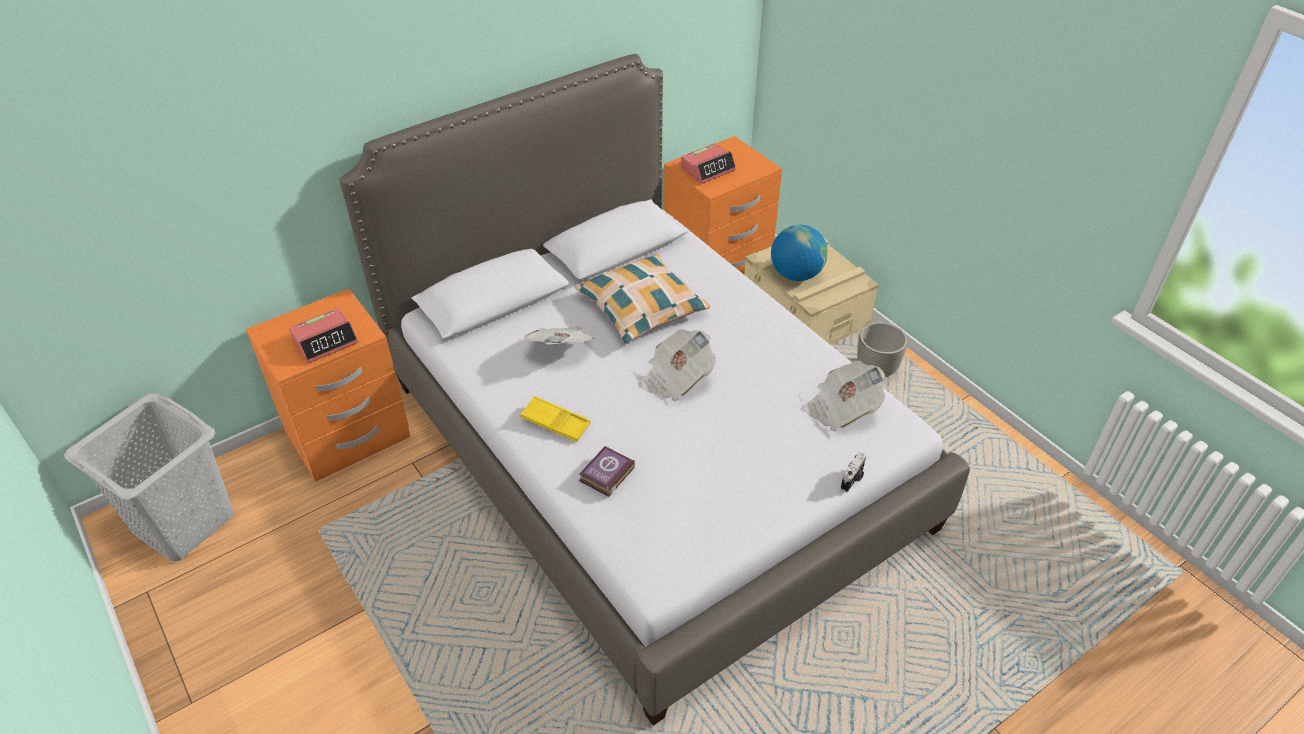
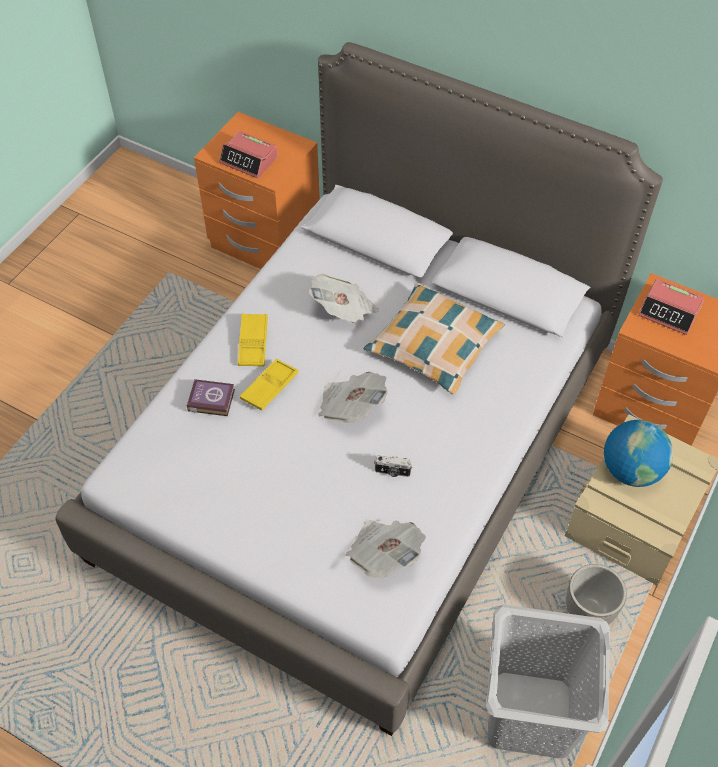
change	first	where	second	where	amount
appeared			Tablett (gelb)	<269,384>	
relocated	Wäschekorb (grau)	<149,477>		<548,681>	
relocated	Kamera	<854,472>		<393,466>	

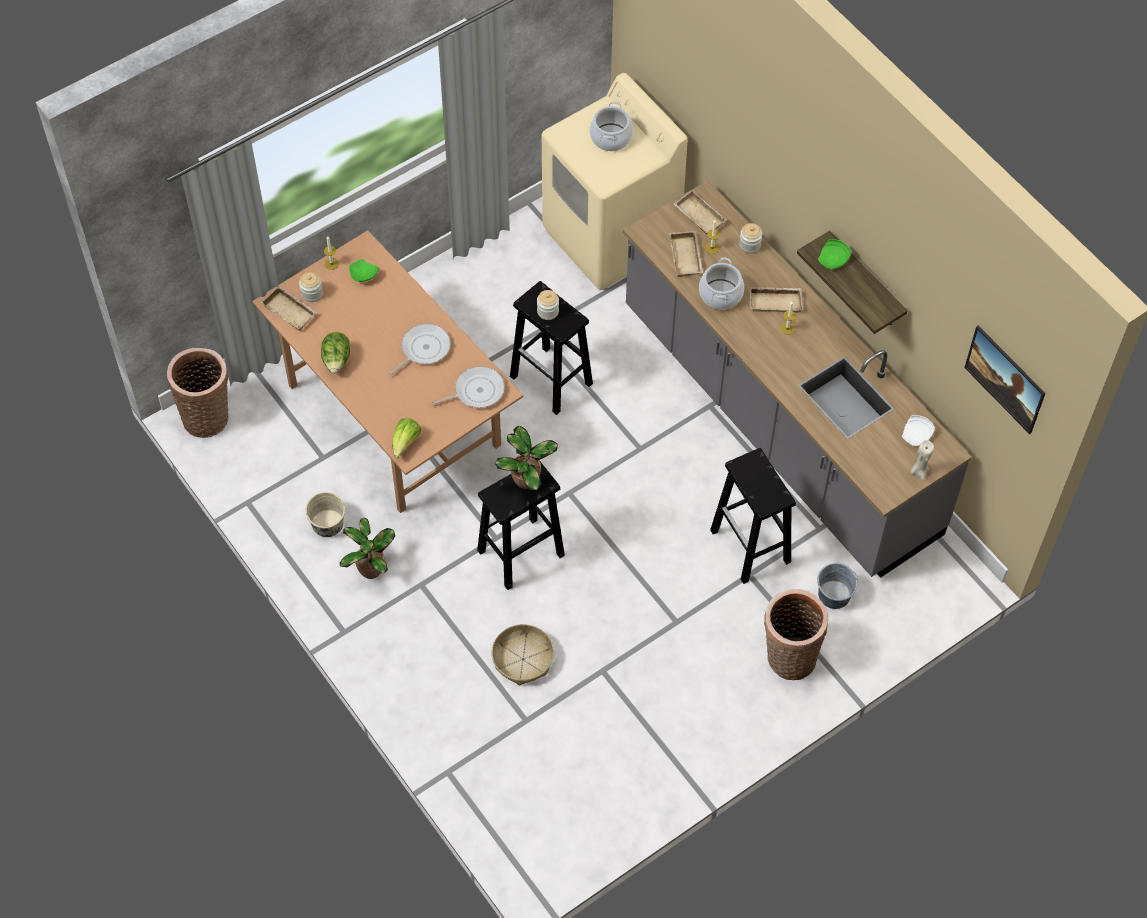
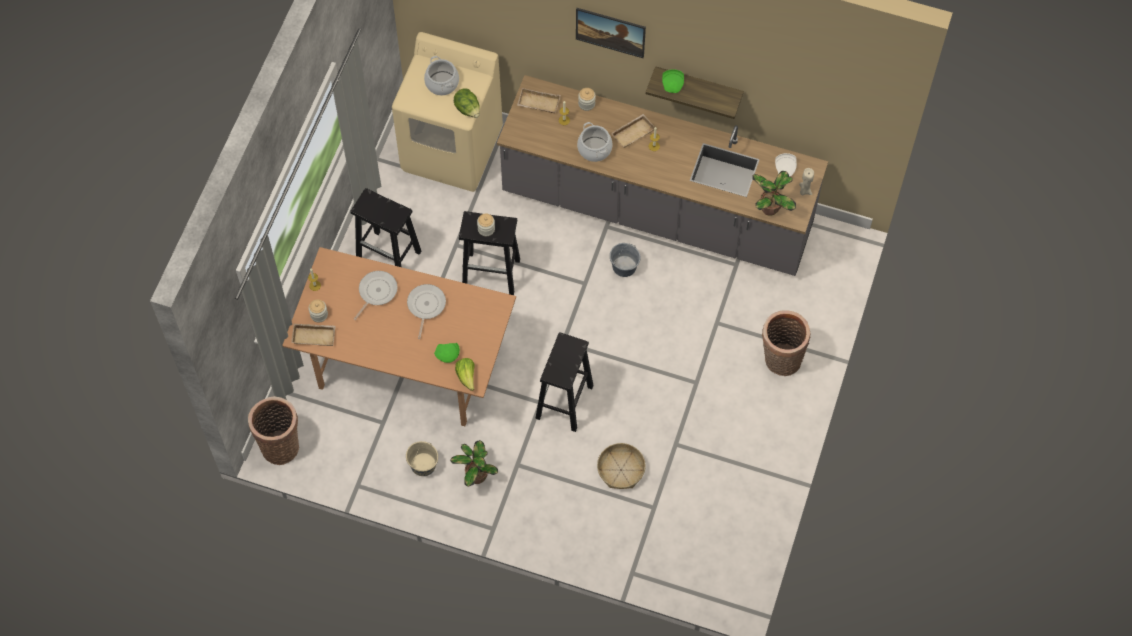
change	first	where	second	where	amount
missing	Tablett (beige)	<686,254>			
relocated	Salatkopf	<335,353>		<467,103>	
relocated	Teller (grün)	<364,270>		<447,353>	
relocated	Pfanne	<467,387>		<376,295>	
relocated	Topfpflanze	<526,458>		<774,193>	
relocated	Hocker (schwarz)	<753,516>		<385,227>	
relocated	Eimer (grau)	<837,586>		<625,260>	
relocated	Bild	<1004,380>		<611,33>	

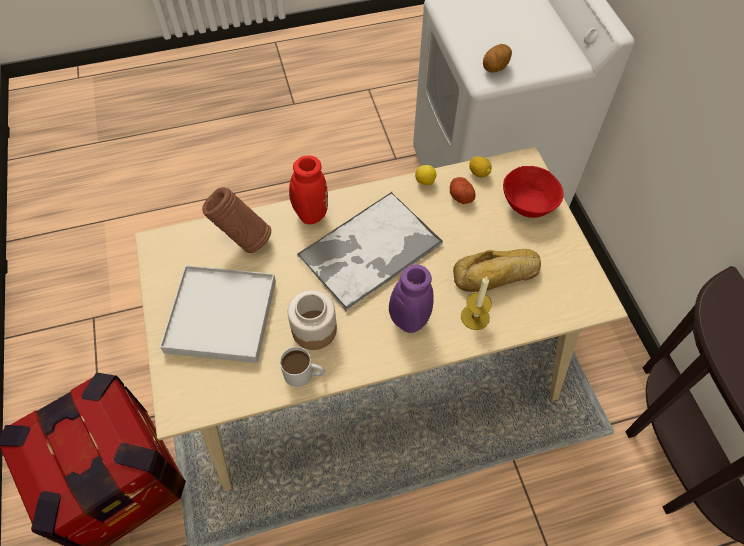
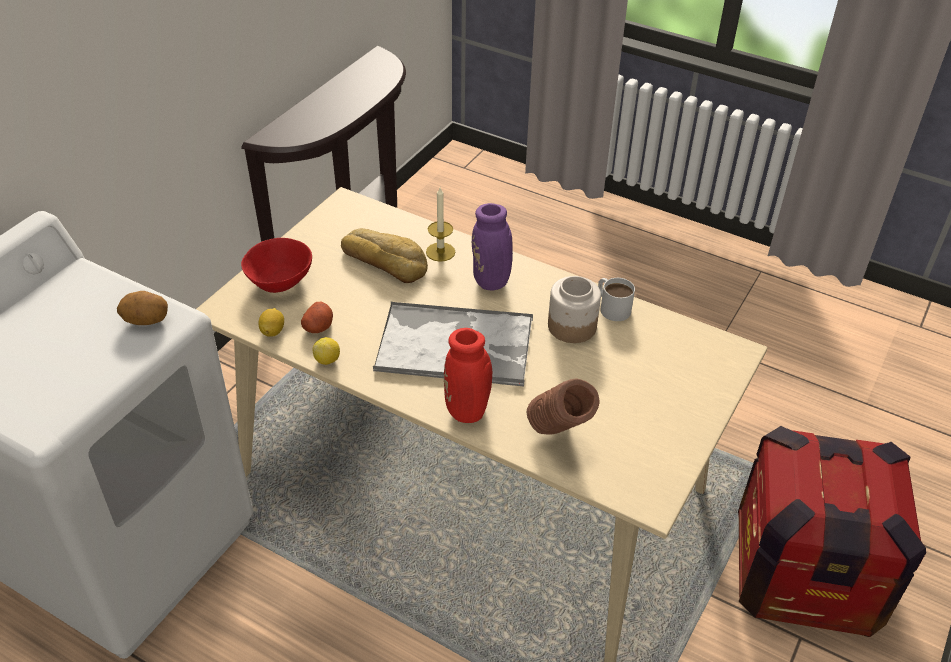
change	first	where	second	where	amount
missing	Tablett (weiß)	<218,314>			

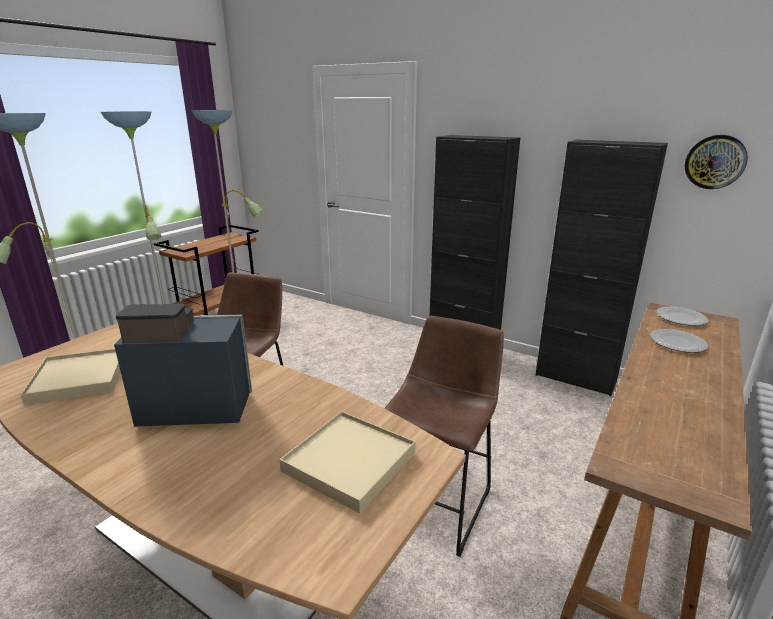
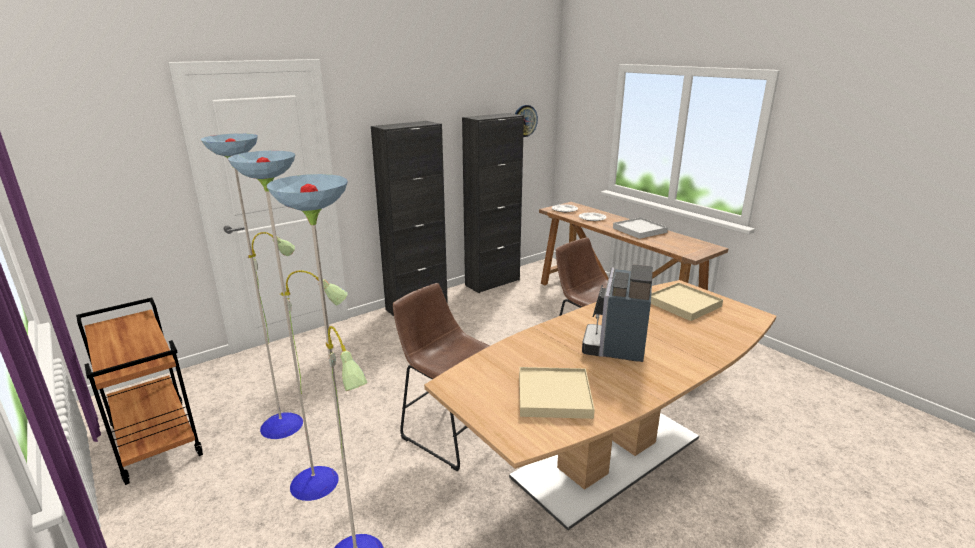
change	first	where	second	where	amount
appeared			Tablett (weiß)	<640,228>	

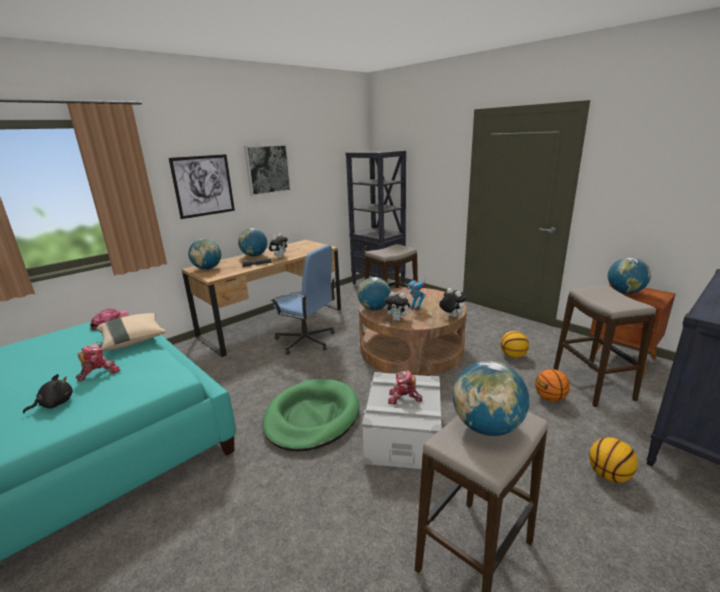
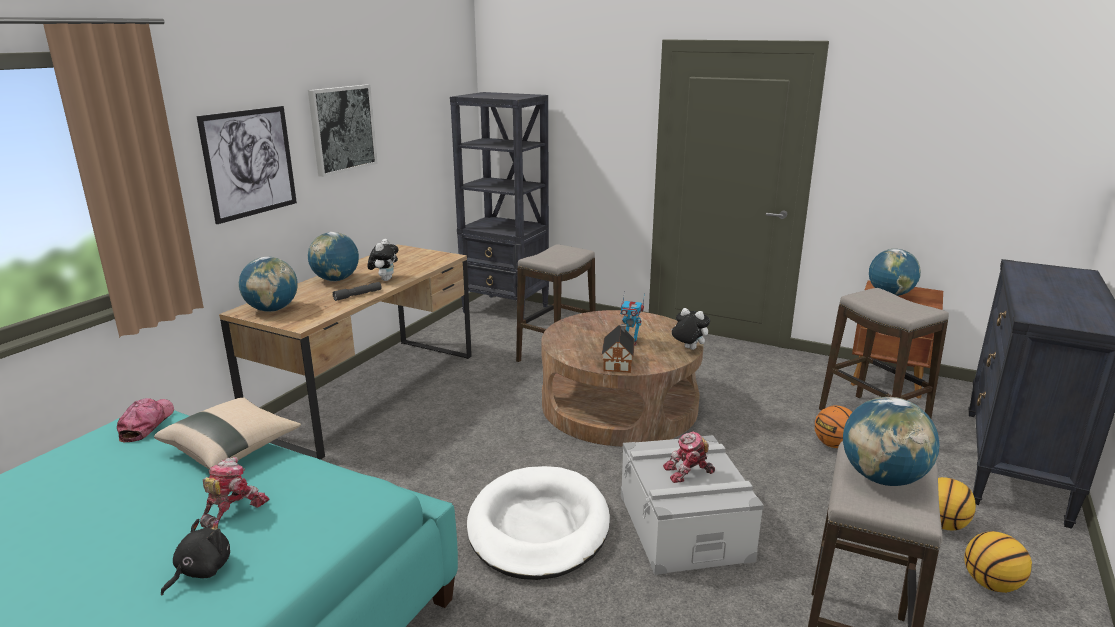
change	first	where	second	where	amount
missing	Bürostuhl (blau)	<303,300>			
missing	Globus	<374,293>			
relocated	Basketball	<515,344>		<998,562>	
exchanged	Plüschtier	<398,306>	Spielzeughaus	<618,348>	
colour	Hundebett (grün)	<310,415>	Hundebett (weiß)	<538,523>	

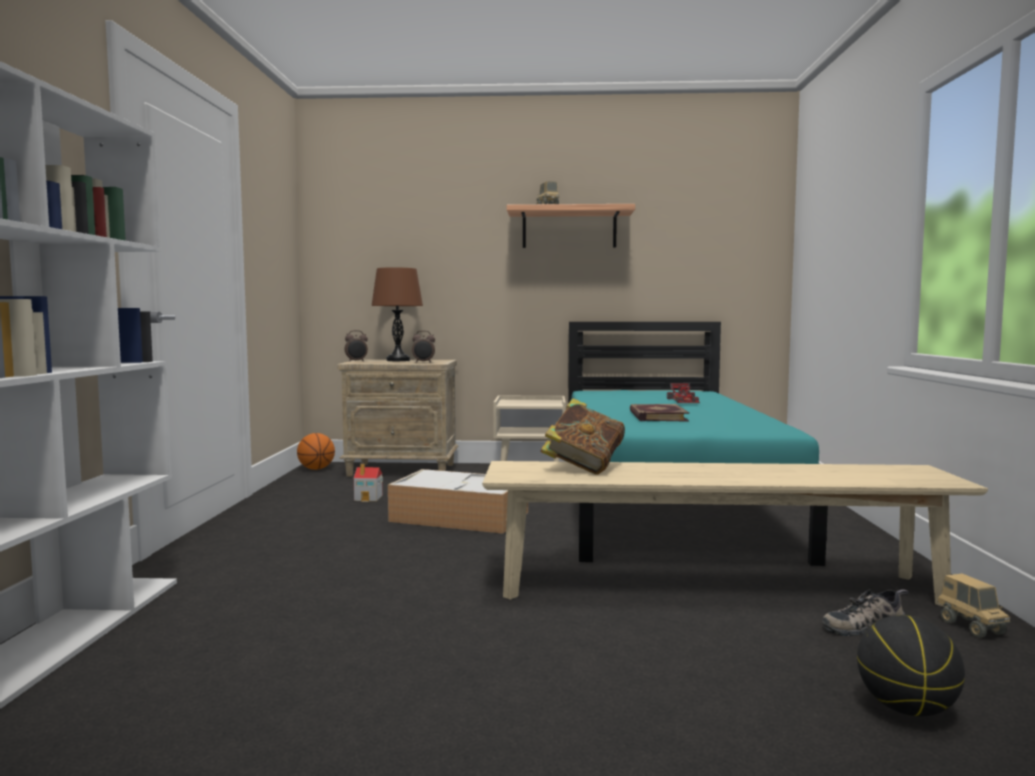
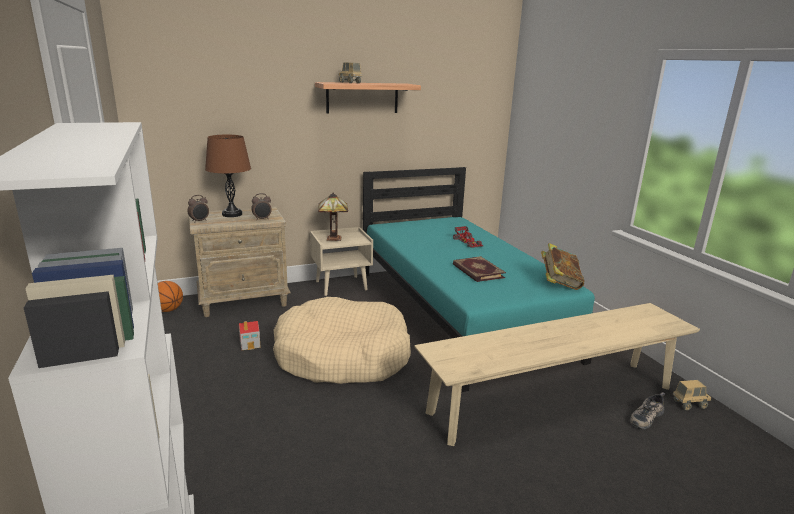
change	first	where	second	where	amount
missing	Basketball	<911,666>			
appeared			Tischlampe	<333,217>	
relocated	Buch	<582,436>		<563,266>	
exchanged	Aufbewahrungsbox	<458,501>	Hundebett (beige)	<342,340>	
spun	Spielzeuglaster	<974,606>		<692,395>	60 degrees counterclockwise

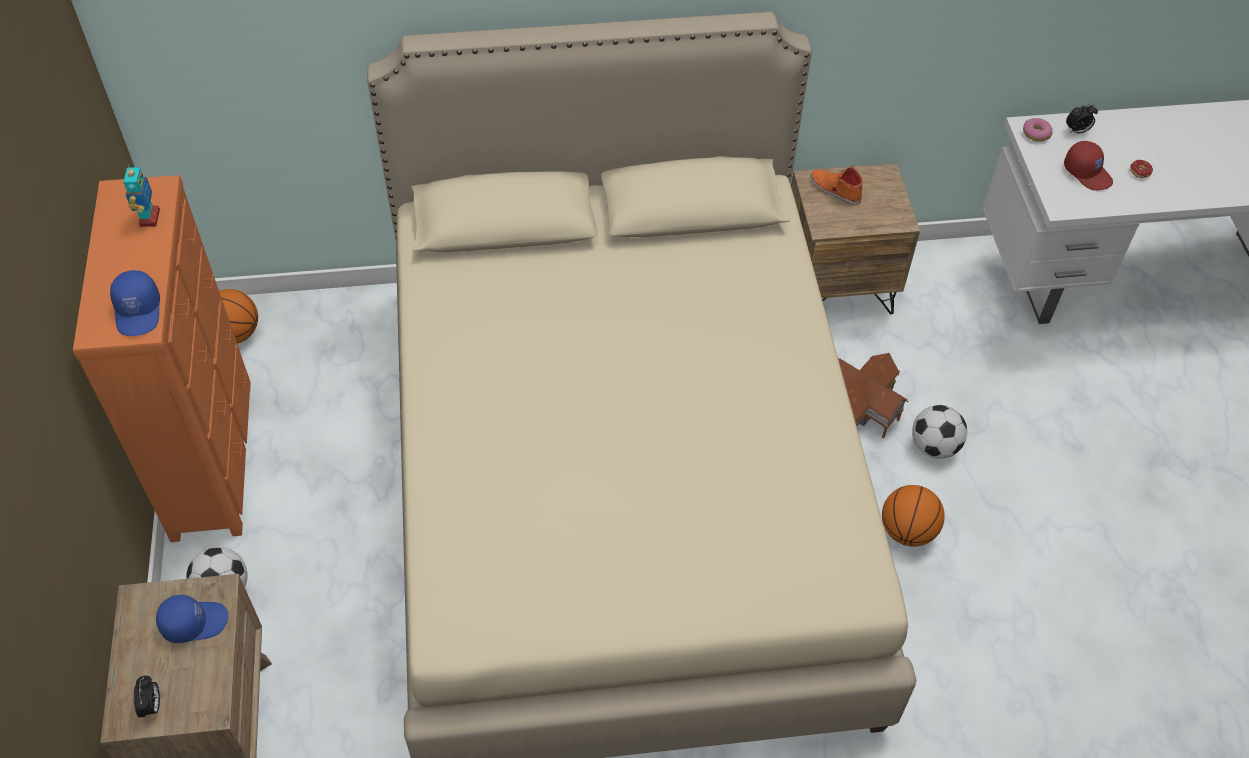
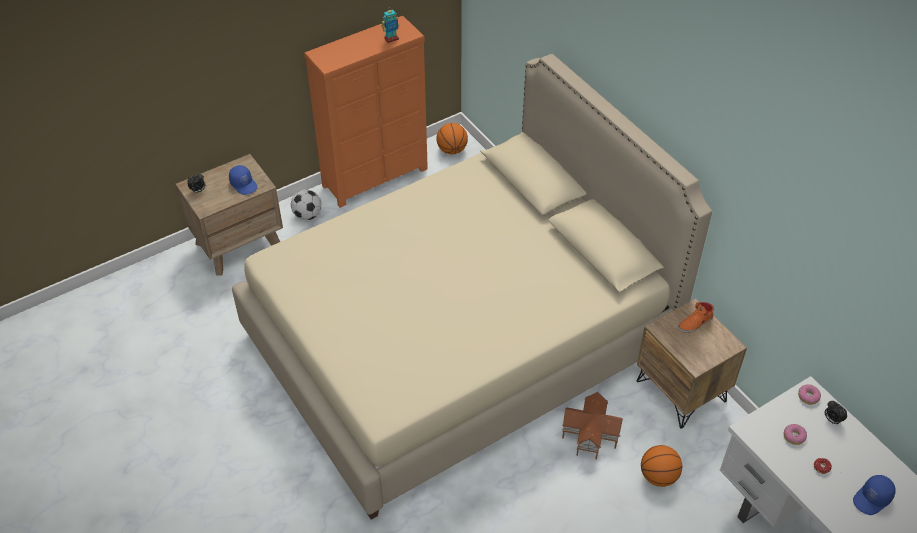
change	first	where	second	where	amount
missing	Fußball	<939,432>			
relocated	Kappe (blau)	<135,303>		<874,495>	
relocated	Basketball	<913,516>		<661,466>	
exchanged	Kappe (rot)	<1088,166>	Donut	<795,434>	
spun	Schuh (orange)	<836,185>		<696,317>	135 degrees counterclockwise

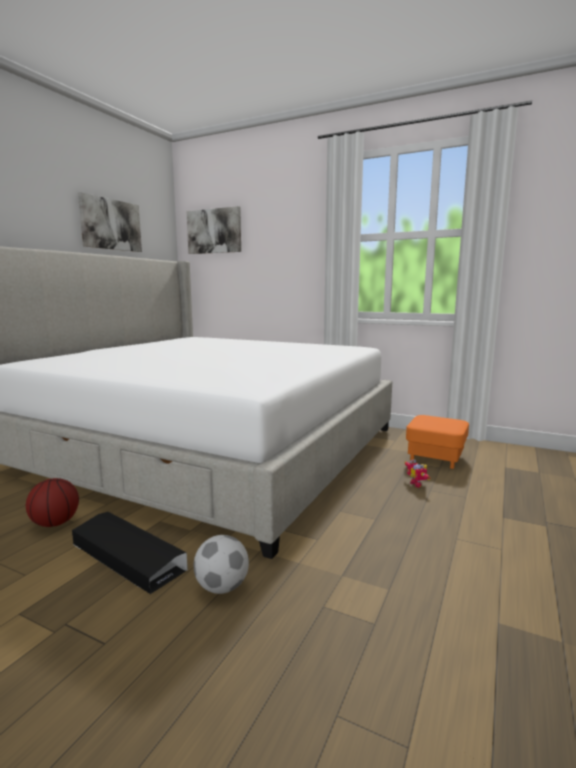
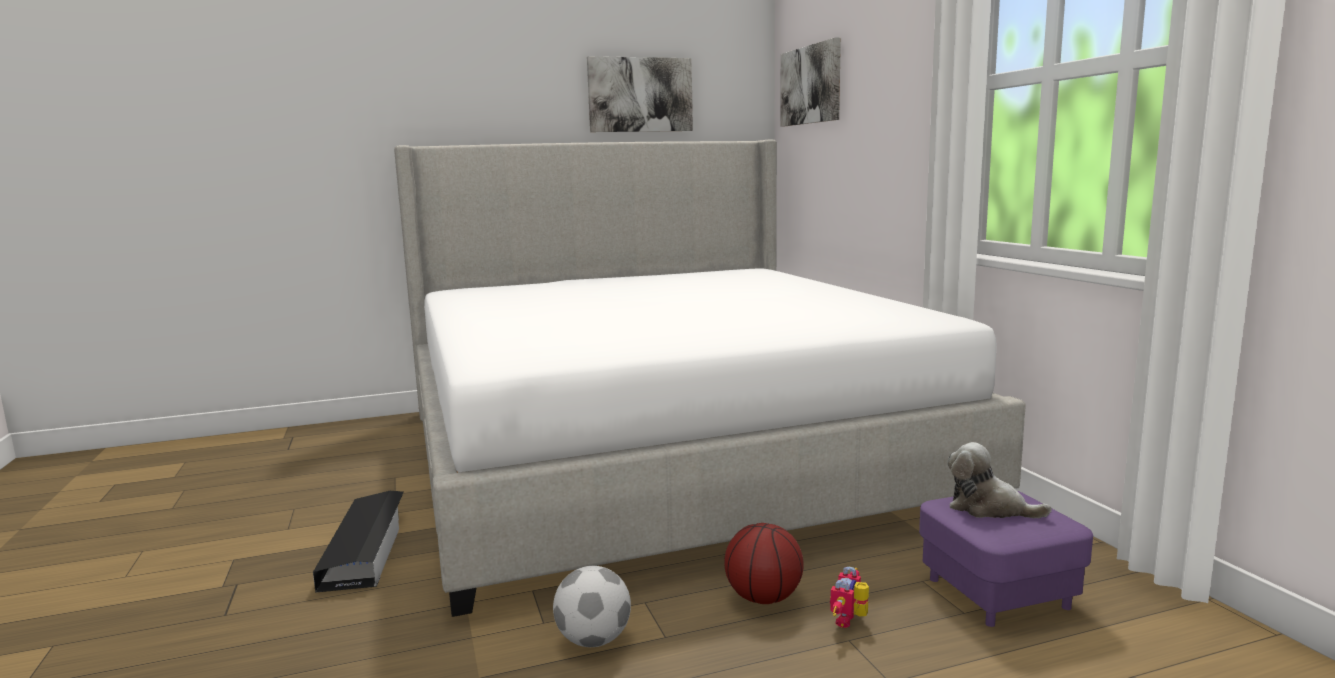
change	first	where	second	where	amount
appeared			Plüschtier	<999,480>	
relocated	Basketball	<52,502>		<764,563>	
relocated	Fußball	<221,564>		<592,606>	
colour	Polsterhocker (orange)	<437,442>	Polsterhocker (lila)	<1006,559>	

